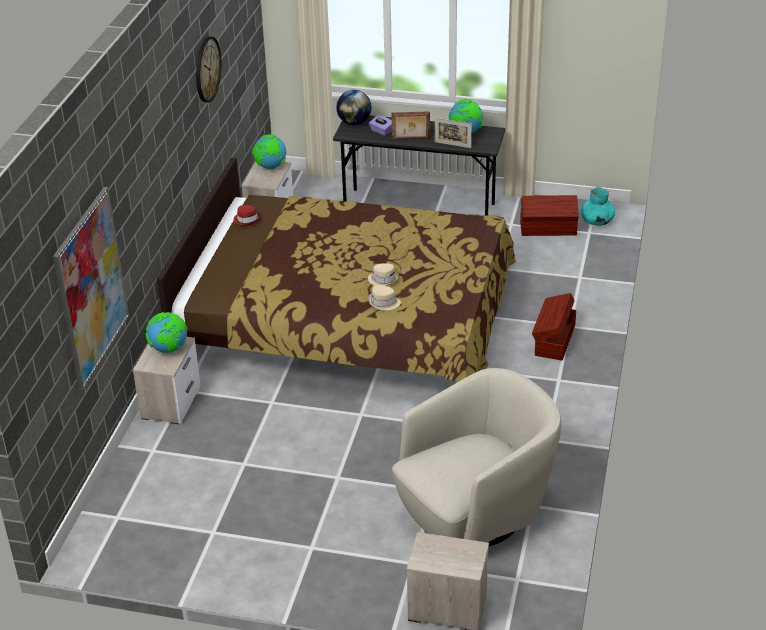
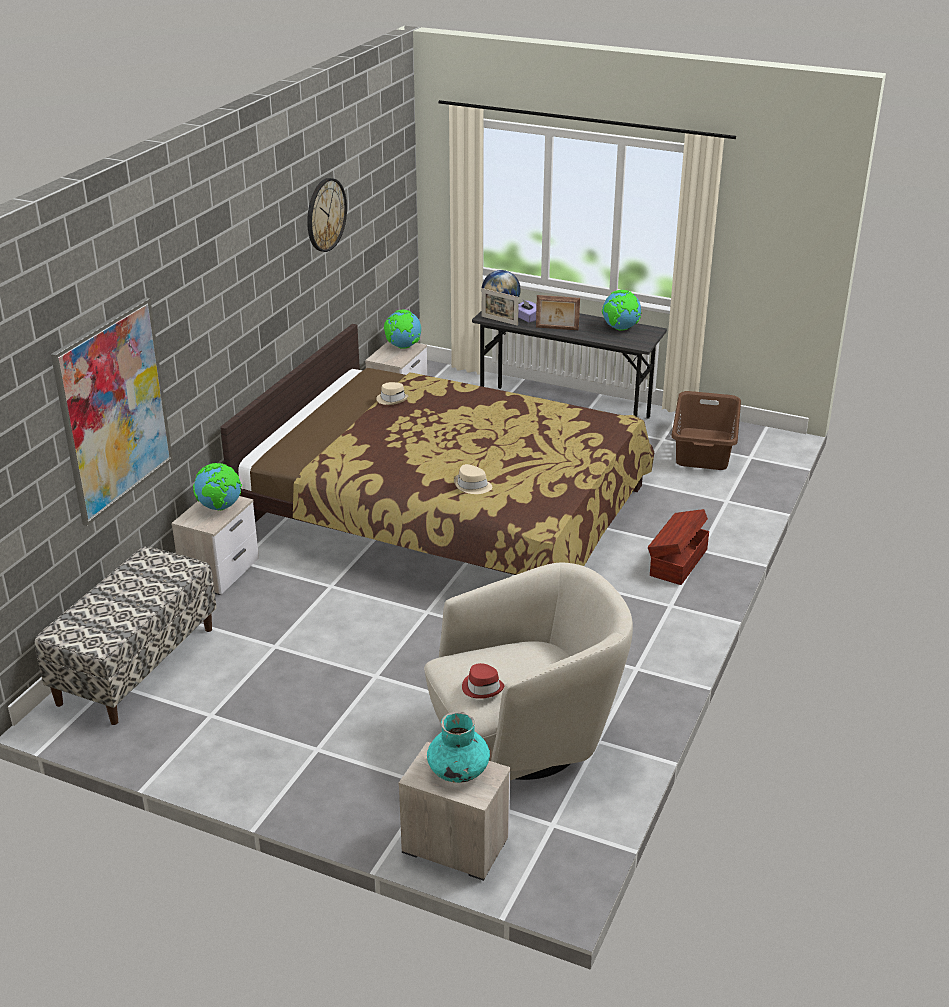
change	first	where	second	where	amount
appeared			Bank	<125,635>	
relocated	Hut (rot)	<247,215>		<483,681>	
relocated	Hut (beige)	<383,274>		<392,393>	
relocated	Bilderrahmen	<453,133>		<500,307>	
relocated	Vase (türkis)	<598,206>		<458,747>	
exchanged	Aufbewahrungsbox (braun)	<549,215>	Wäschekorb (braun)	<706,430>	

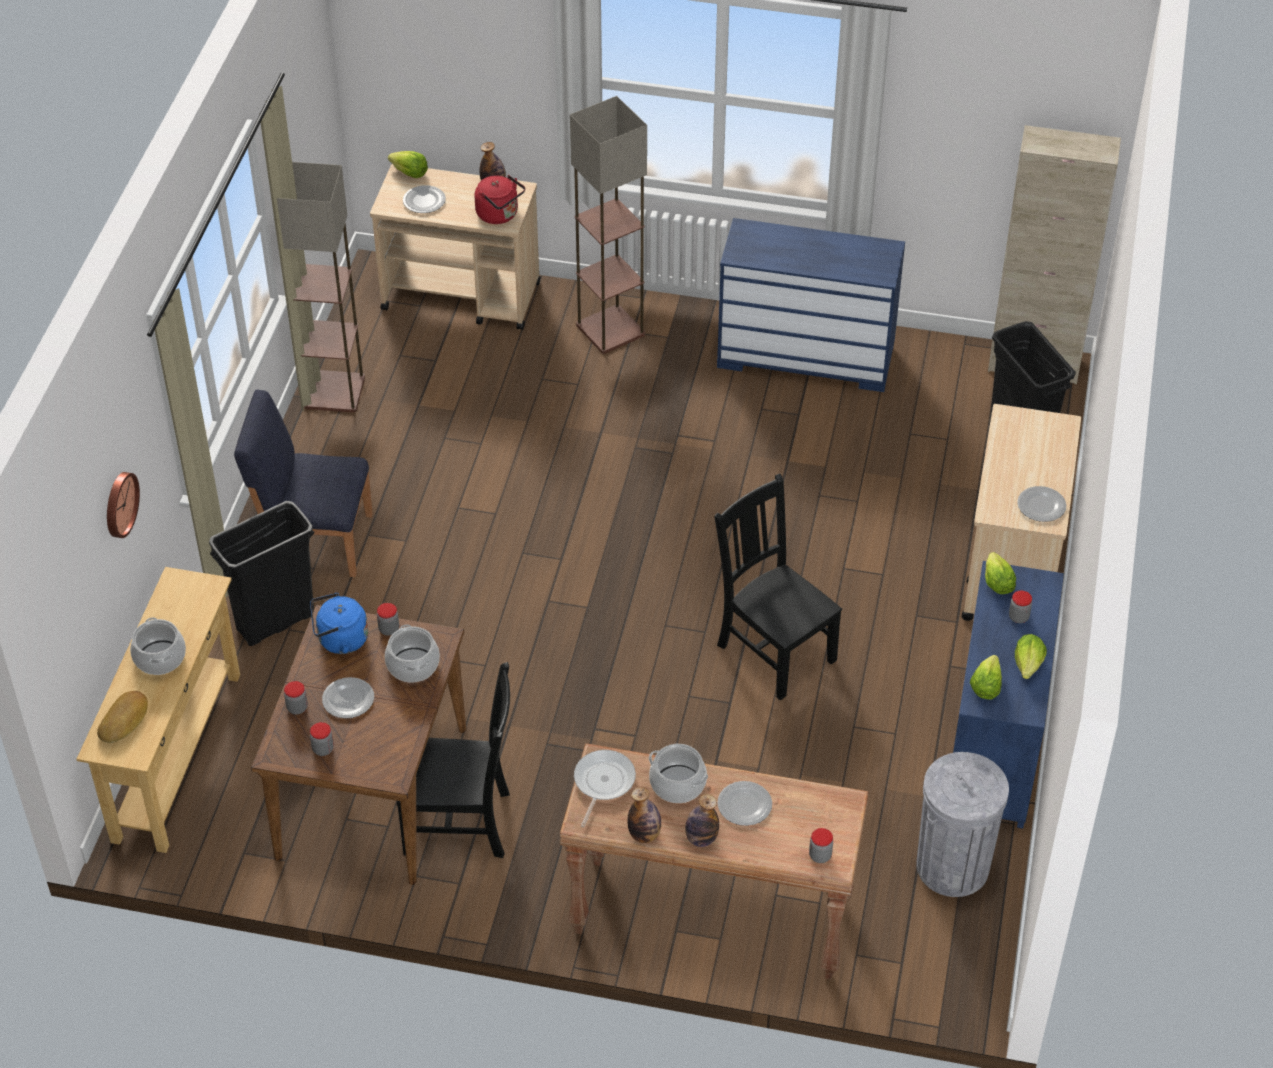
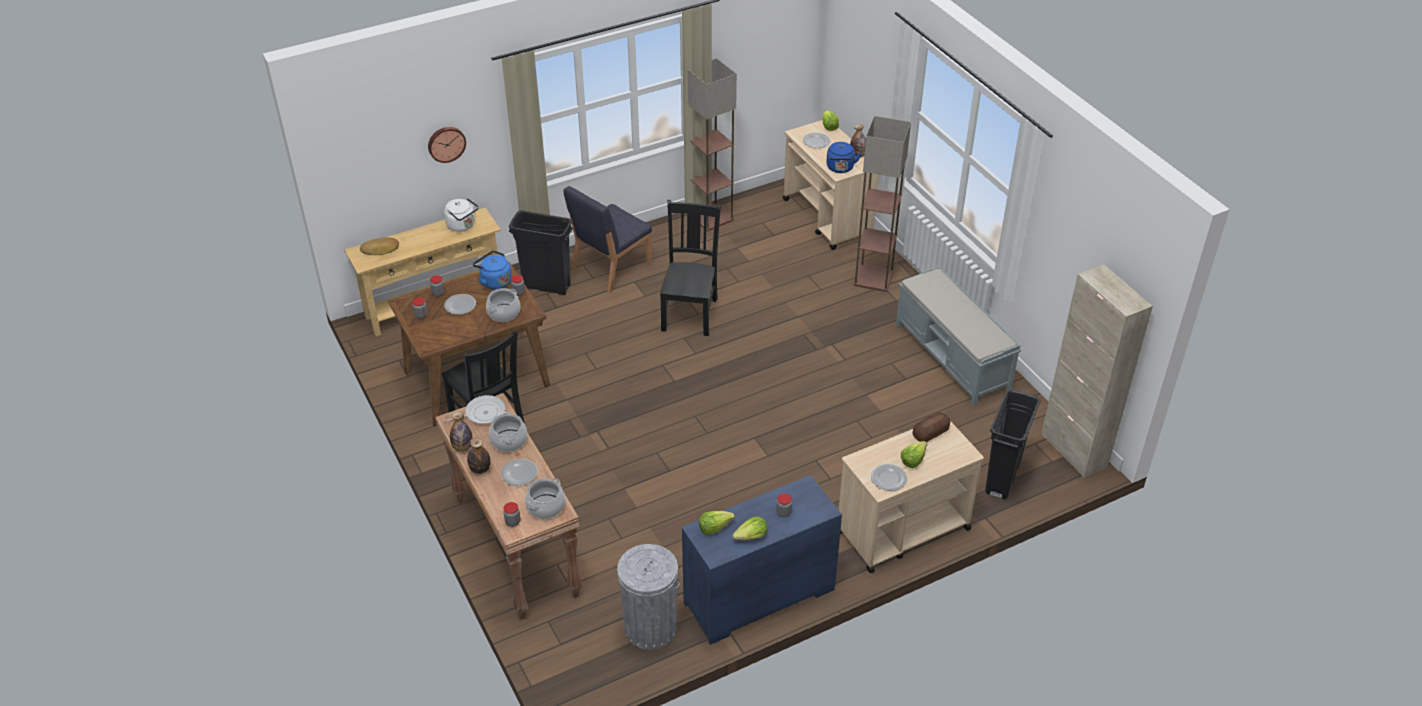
change	first	where	second	where	amount
appeared			Wasserkessel (weiß)	<461,215>	
appeared			Brot	<931,427>	
relocated	Kochtopf	<158,646>		<545,498>	
relocated	Stuhl (schwarz)	<778,587>		<690,268>	
relocated	Salatkopf	<1000,573>		<914,454>	
exchanged	Kommode (blau)	<811,305>	Bank (grau)	<958,336>	
colour	Wasserkessel (rot)	<499,199>	Wasserkessel (blau)	<843,157>	
spun	Stuhl (blau)	<303,483>		<607,239>	105 degrees counterclockwise

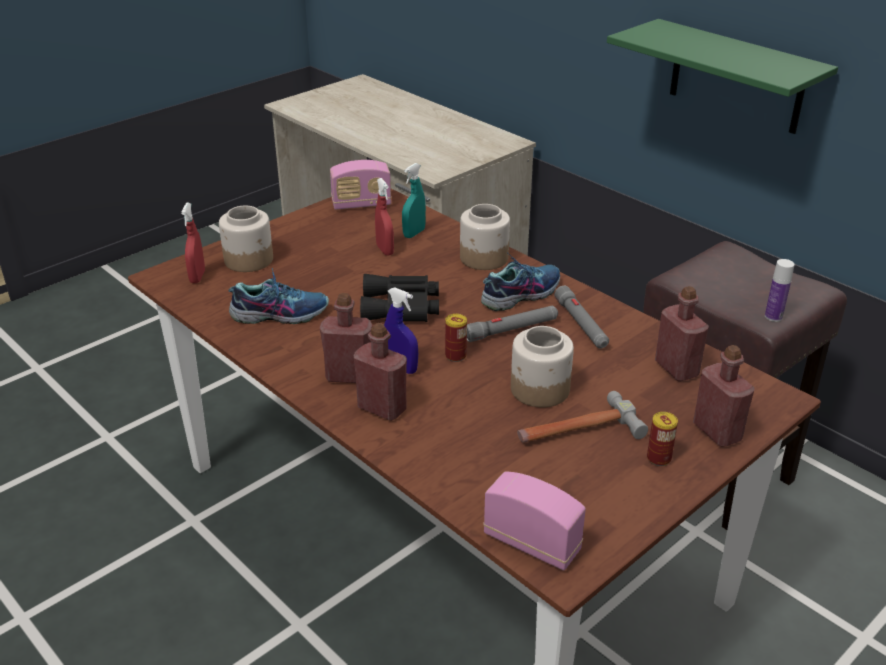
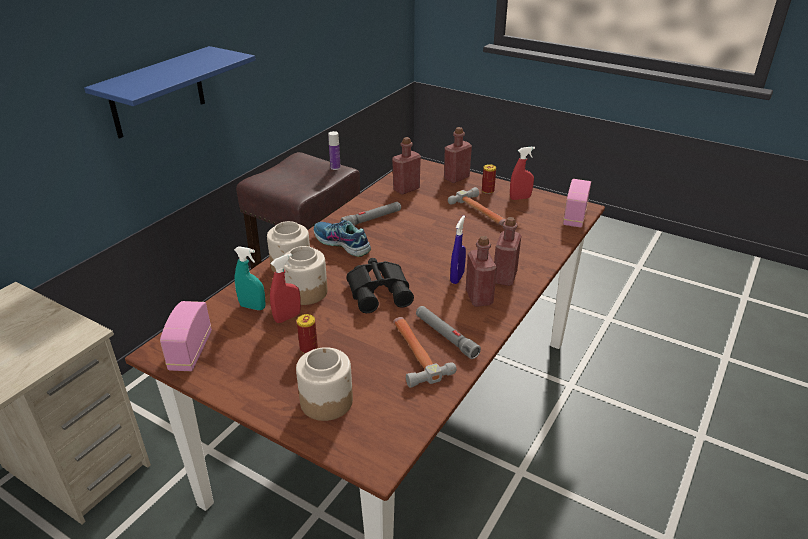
change	first	where	second	where	amount
relocated	Sprühflasche (rot)	<193,243>		<522,173>	
relocated	Dose	<456,338>		<307,334>	
relocated	Taschenlampe (grau)	<512,324>		<448,332>	
relocated	Vorratsglas	<542,366>		<305,275>	
exchanged	Schuh	<278,296>	Hammer	<424,352>	
colour	Wandregal (grün)	<722,76>	Wandregal (blau)	<170,92>	
spun	Radio	<360,185>		<186,336>	150 degrees counterclockwise

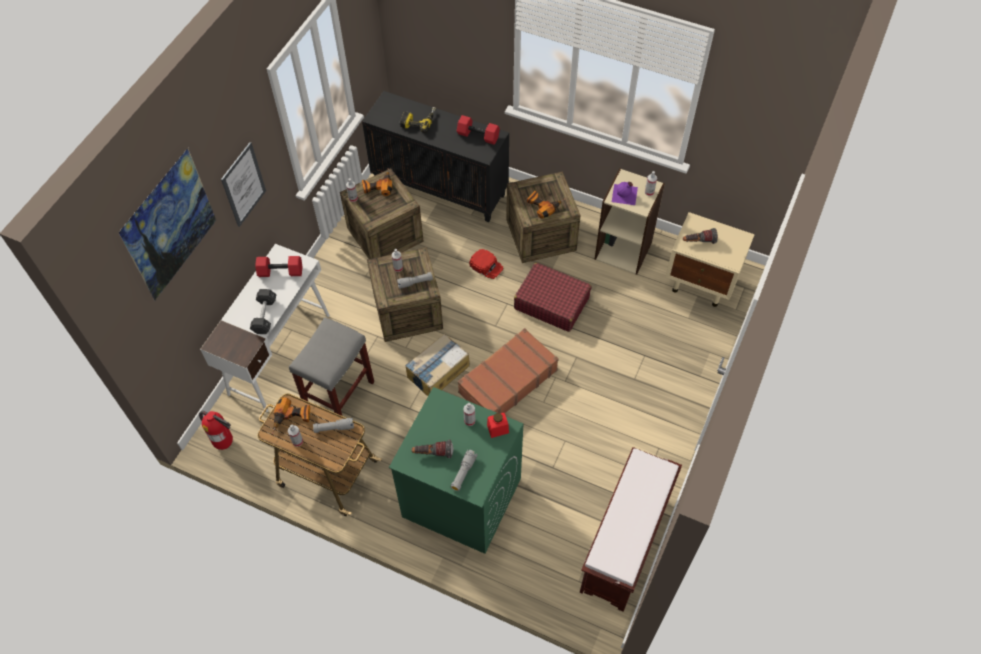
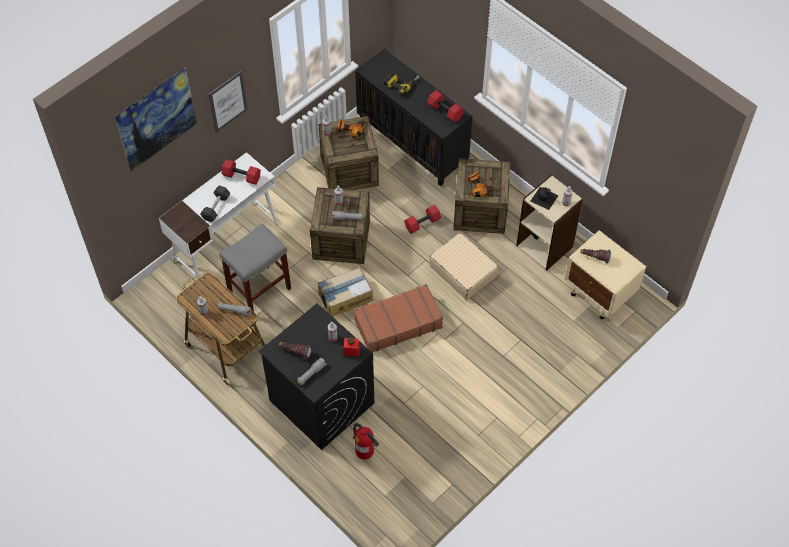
change	first	where	second	where	amount
missing	Bohrmaschine	<291,415>			
missing	Bank (braun)	<631,529>			
relocated	Feuerlöscher	<216,430>		<366,441>	
exchanged	Kappe (rot)	<486,264>	Hantel (rot)	<422,219>	
colour	Waschmaschine (grün)	<456,470>	Waschmaschine (schwarz)	<316,376>	
colour	Koffer (rot)	<552,297>	Koffer (beige)	<464,266>	
colour	Flasche (lila)	<625,193>	Flasche (schwarz)	<545,198>	

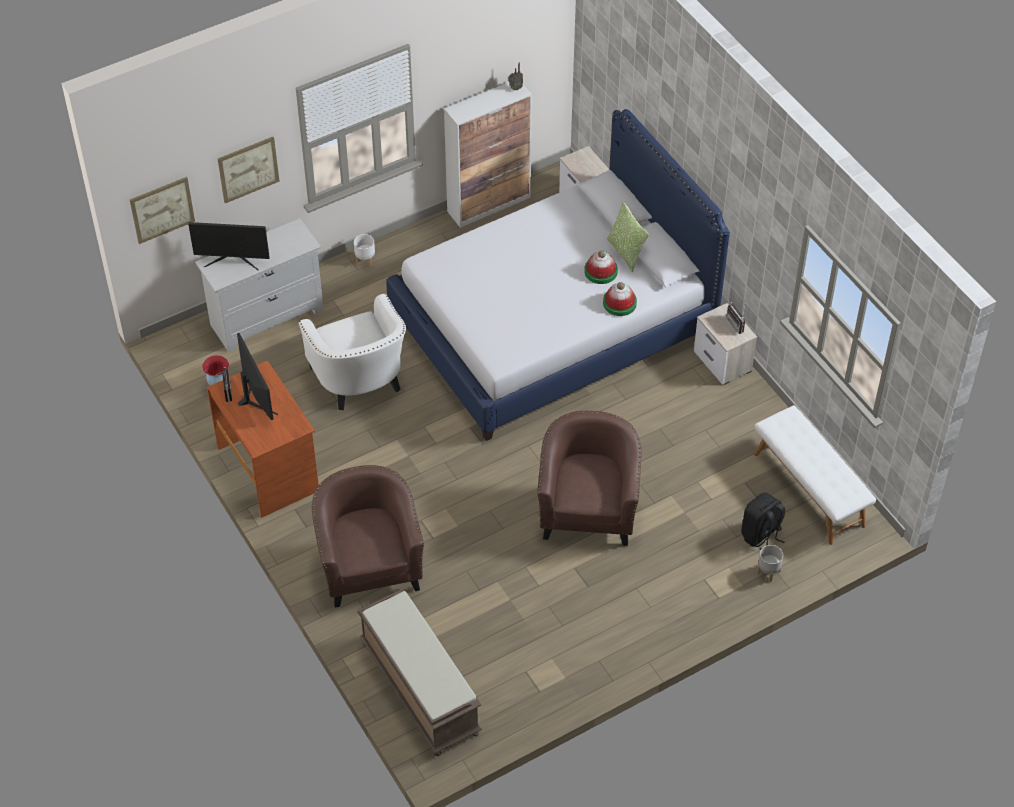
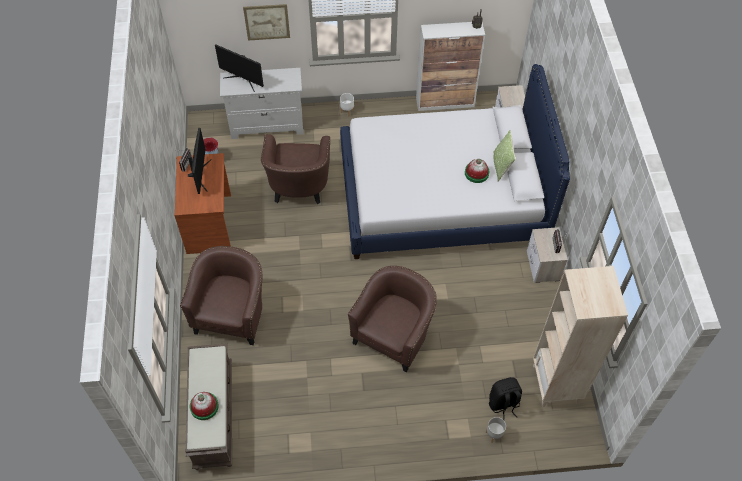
change	first	where	second	where	amount
missing	Bild	<162,210>			
relocated	Hut	<620,299>		<204,406>	
exchanged	Bank (weiß)	<815,475>	Bücherregal (beige)	<580,336>	
colour	Sessel (weiß)	<352,351>	Sessel (braun)	<295,169>	

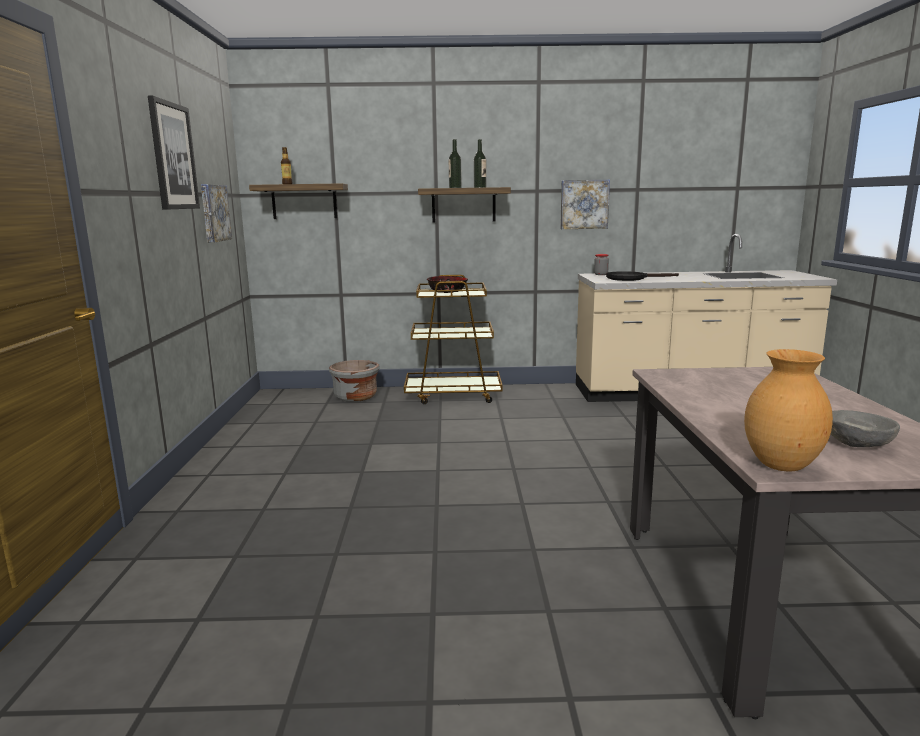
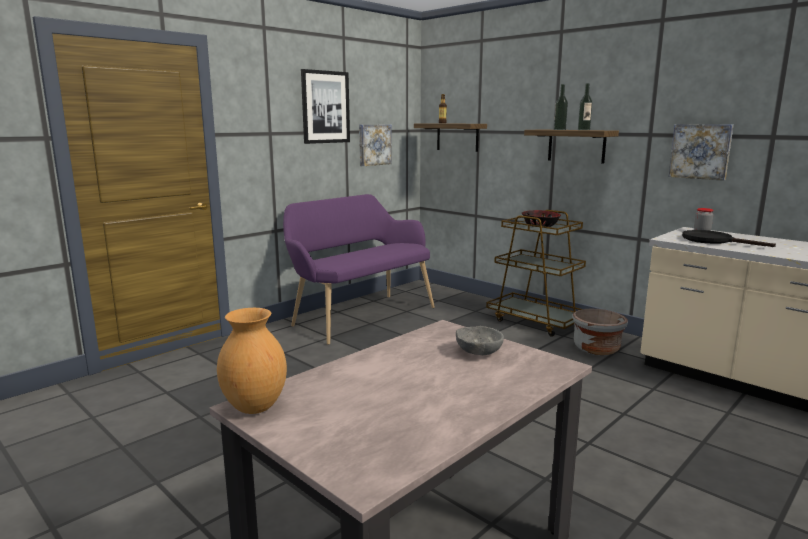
change	first	where	second	where	amount
appeared			Bank (lila)	<359,269>	
relocated	Pflanzkübel (grau)	<354,381>		<600,332>	
relocated	Schüssel (grau)	<865,428>		<480,340>	

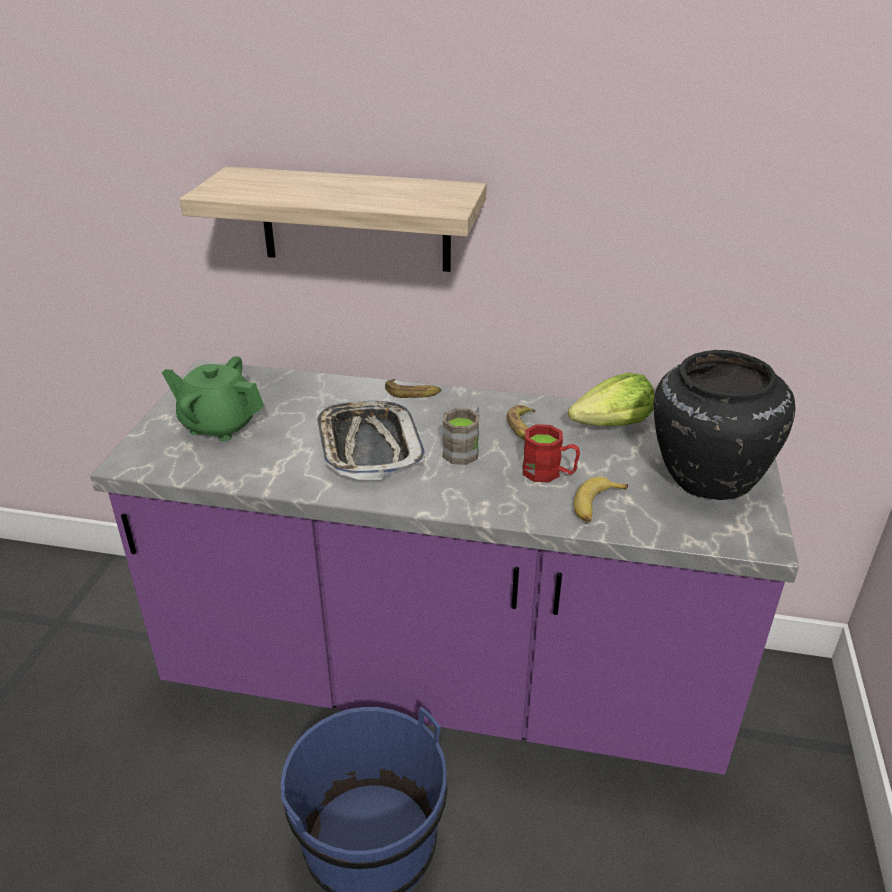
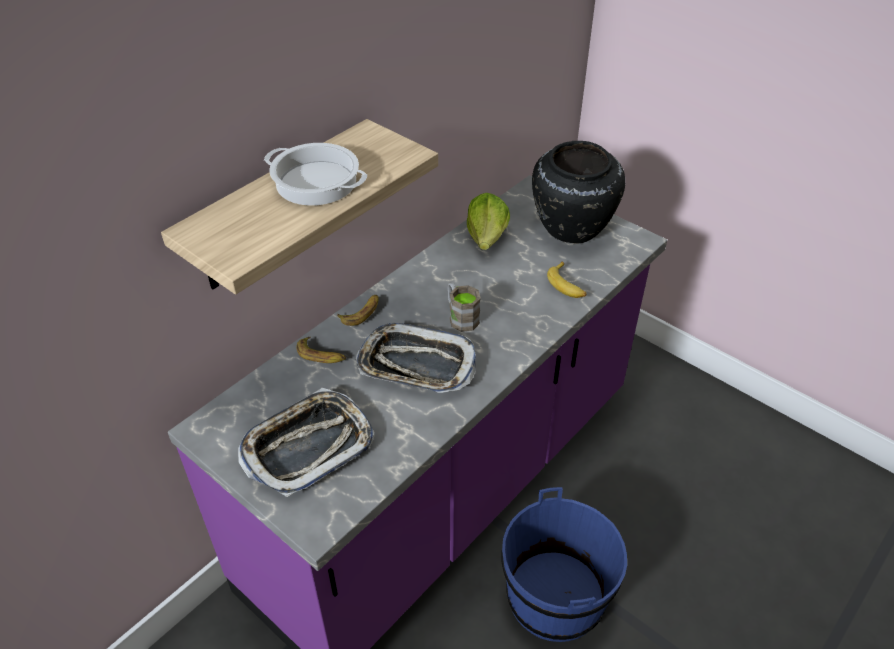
change	first	where	second	where	amount
missing	Henkelbecher (rot)	<551,453>			
appeared			Kochtopf	<315,174>	
relocated	Banane	<521,422>		<321,350>	
exchanged	Teekanne (grün)	<213,398>	Tablett	<306,442>	

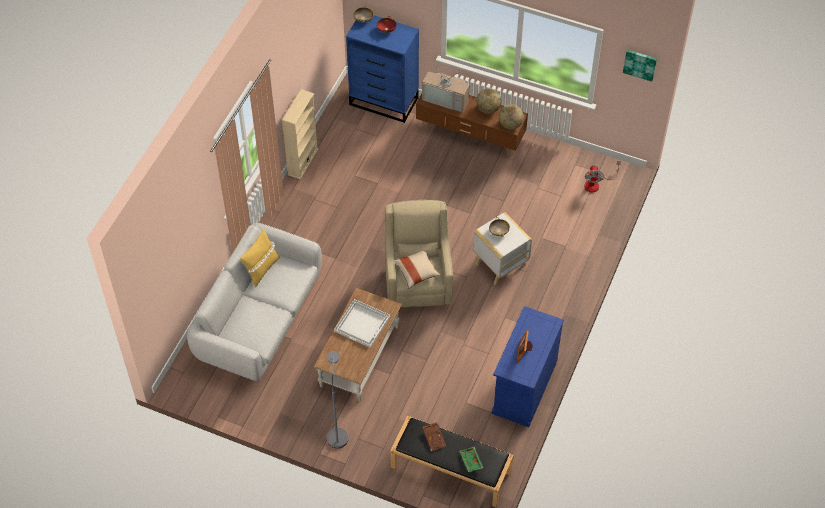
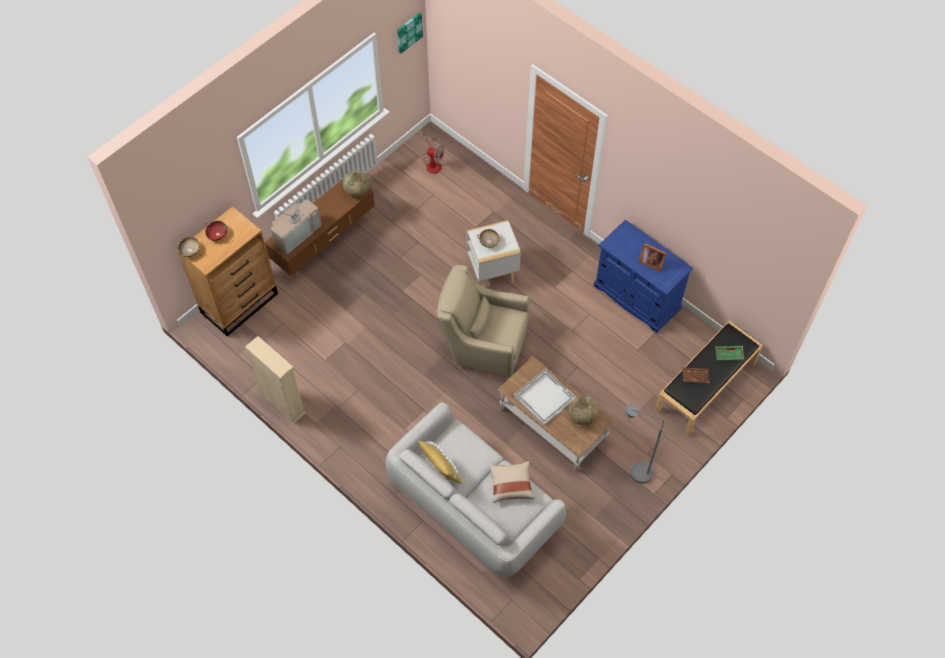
change	first	where	second	where	amount
relocated	Kissen (beige)	<417,270>		<512,482>	
relocated	Globus	<488,101>		<583,410>	
colour	Kommode (blau)	<382,69>	Kommode (braun)	<227,271>	

